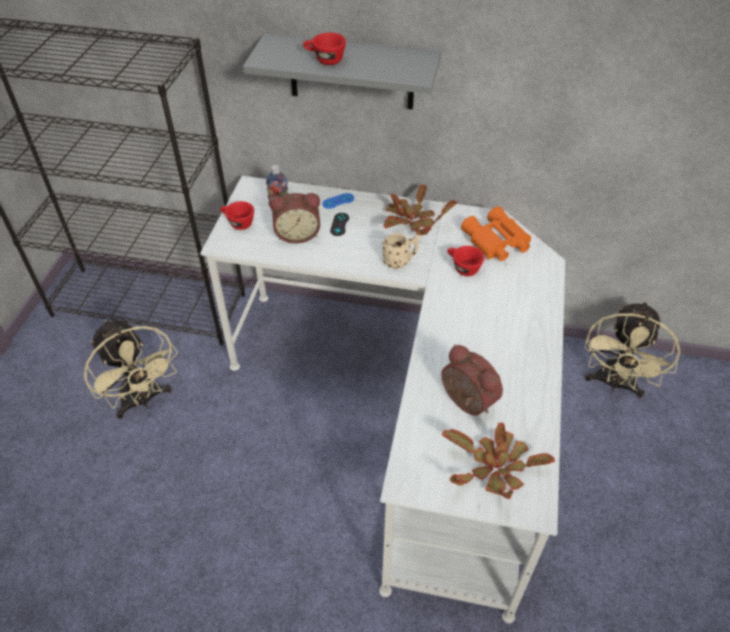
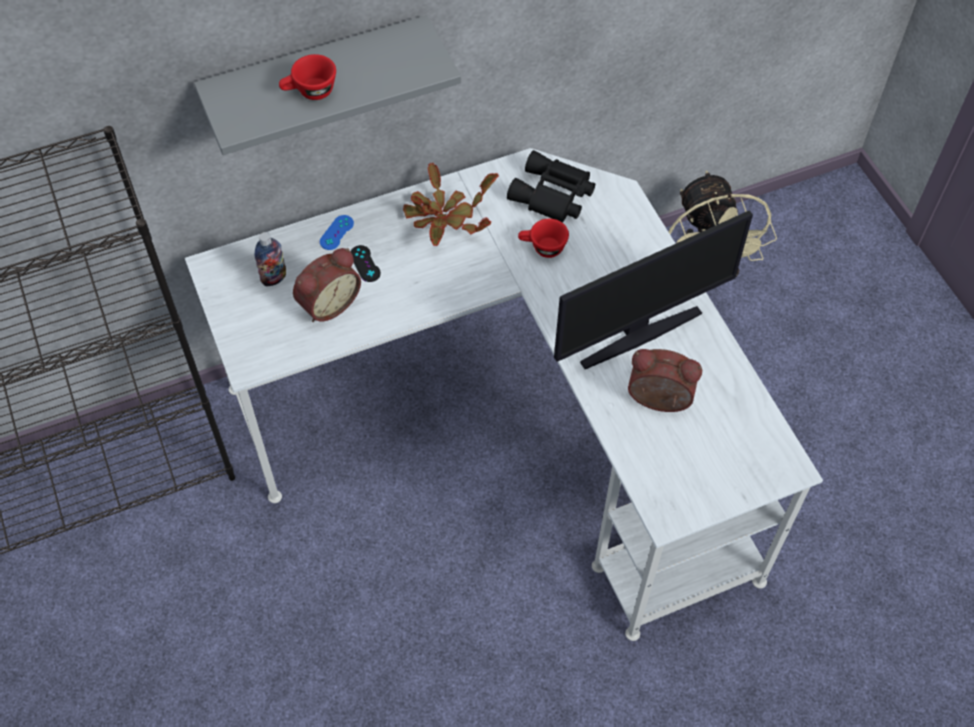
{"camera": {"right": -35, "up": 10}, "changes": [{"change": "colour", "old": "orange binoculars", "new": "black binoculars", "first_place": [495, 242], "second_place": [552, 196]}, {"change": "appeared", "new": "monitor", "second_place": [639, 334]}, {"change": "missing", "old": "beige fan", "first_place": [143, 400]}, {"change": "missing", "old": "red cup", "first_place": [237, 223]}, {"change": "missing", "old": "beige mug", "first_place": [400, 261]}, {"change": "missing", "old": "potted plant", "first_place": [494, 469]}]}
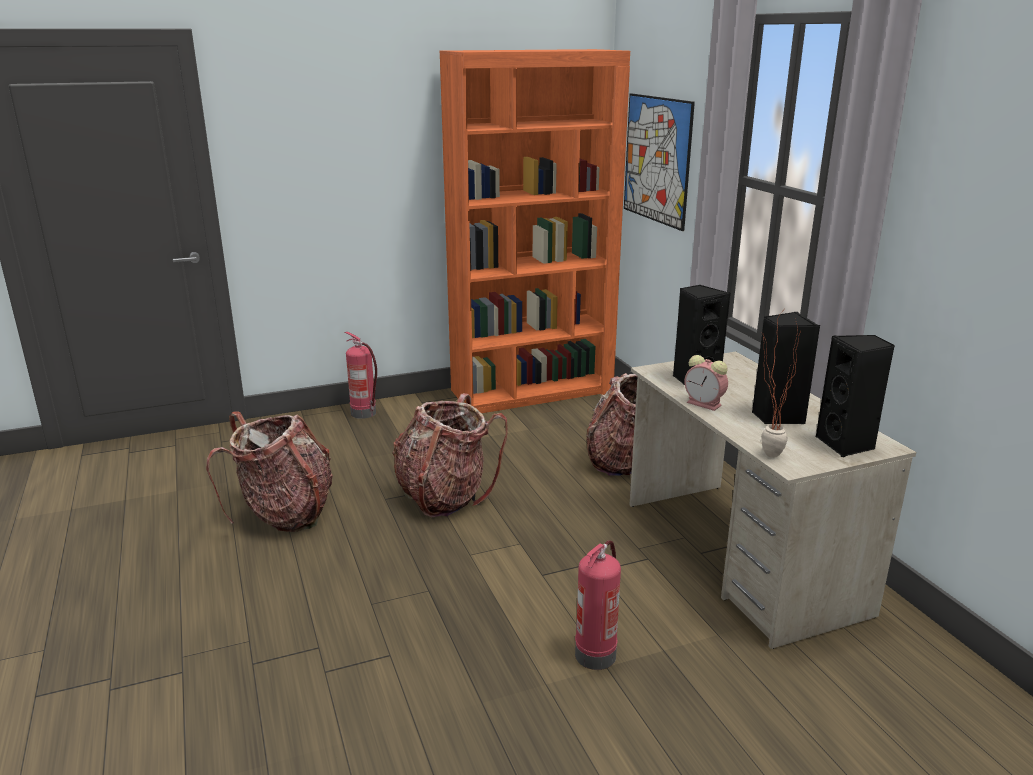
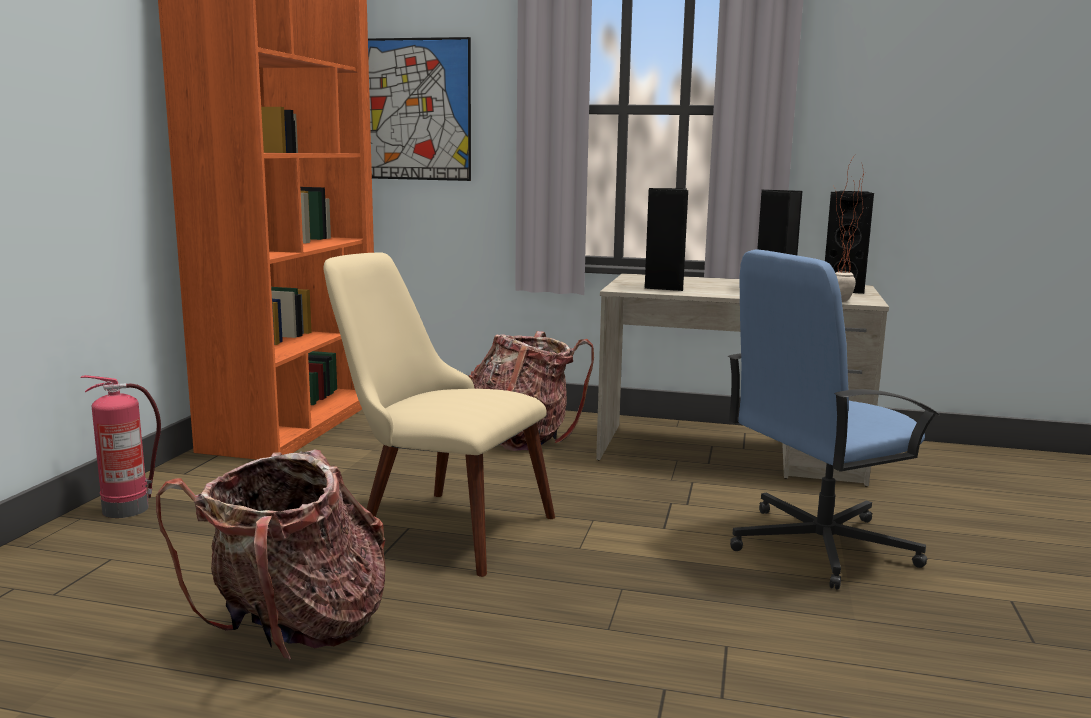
{"camera": {"right": -55, "up": -10}, "changes": [{"change": "exchanged", "old": "backpack", "new": "beige chair", "first_place": [445, 496], "second_place": [436, 525]}, {"change": "exchanged", "old": "fire extinguisher", "new": "blue office chair", "first_place": [595, 653], "second_place": [818, 546]}, {"change": "missing", "old": "alarm clock", "first_place": [705, 404]}]}
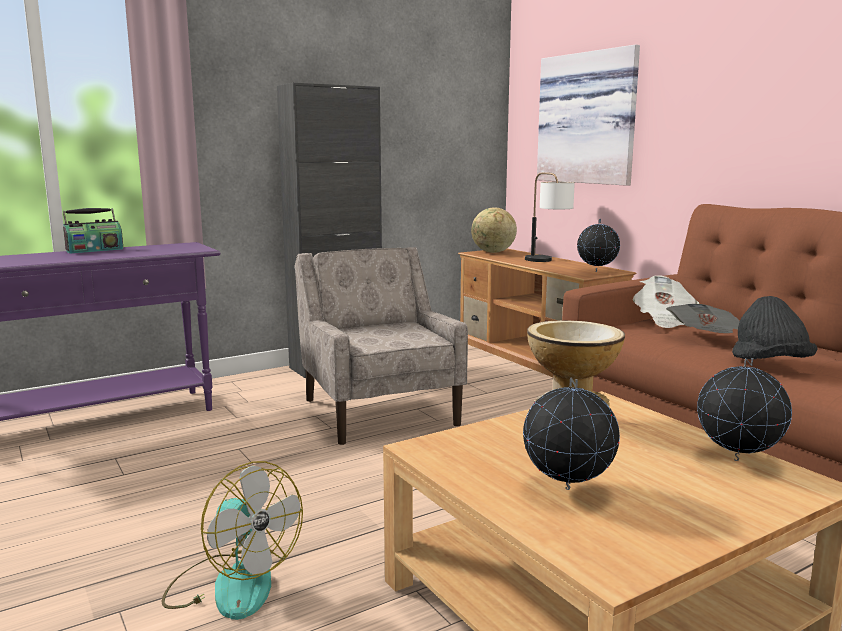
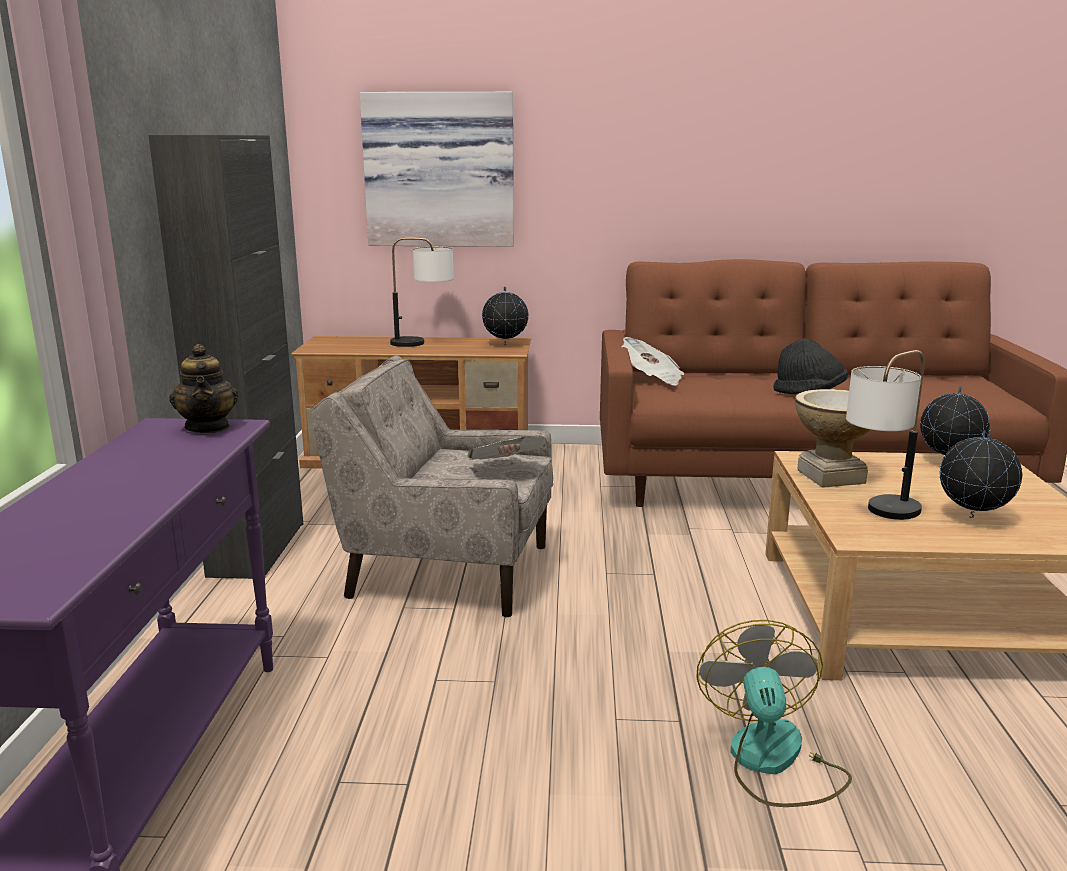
{"camera": {"right": -55, "up": 5}, "changes": [{"change": "appeared", "new": "teapot", "second_place": [208, 427]}, {"change": "relocated", "old": "newspaper", "first_place": [705, 339], "second_place": [506, 470]}, {"change": "spun", "old": "fan", "first_place": [232, 584], "second_place": [772, 762], "degrees": -75}, {"change": "appeared", "new": "table lamp", "second_place": [878, 515]}, {"change": "missing", "old": "radio", "first_place": [94, 250]}, {"change": "missing", "old": "globe", "first_place": [493, 252]}]}
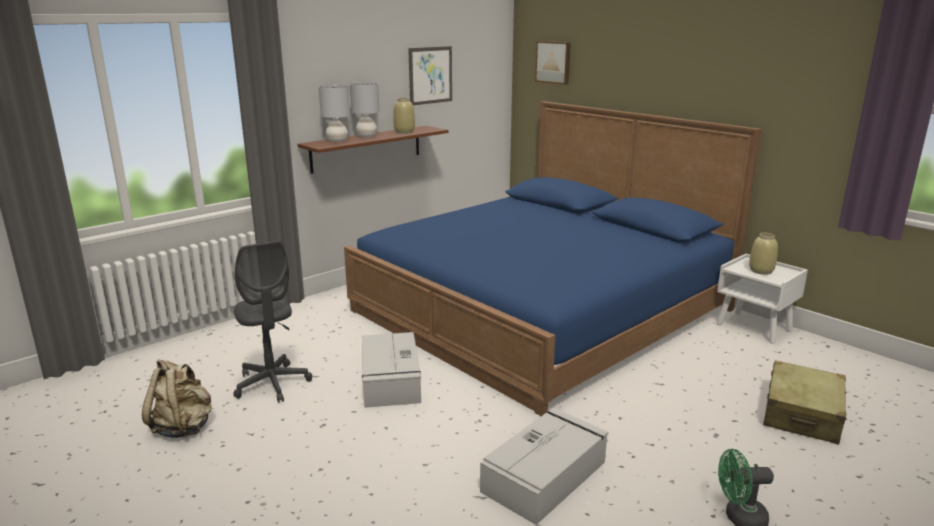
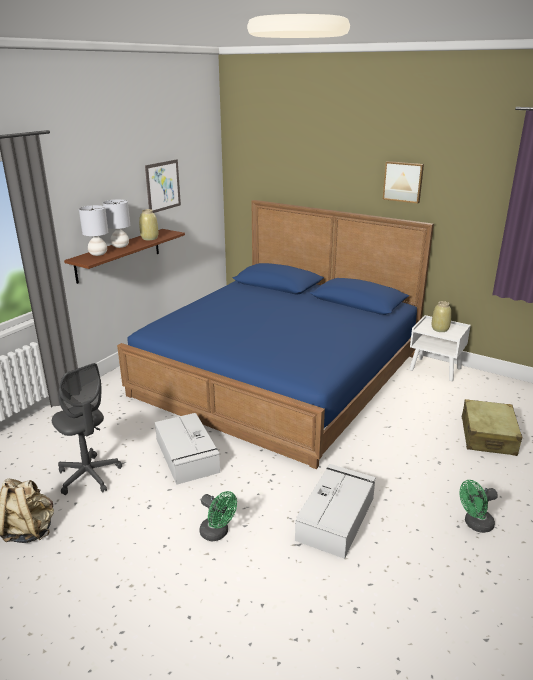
{"camera": {"right": -15, "up": 5}, "changes": [{"change": "appeared", "new": "green fan", "second_place": [218, 533]}, {"change": "relocated", "old": "picture", "first_place": [554, 62], "second_place": [403, 181]}]}
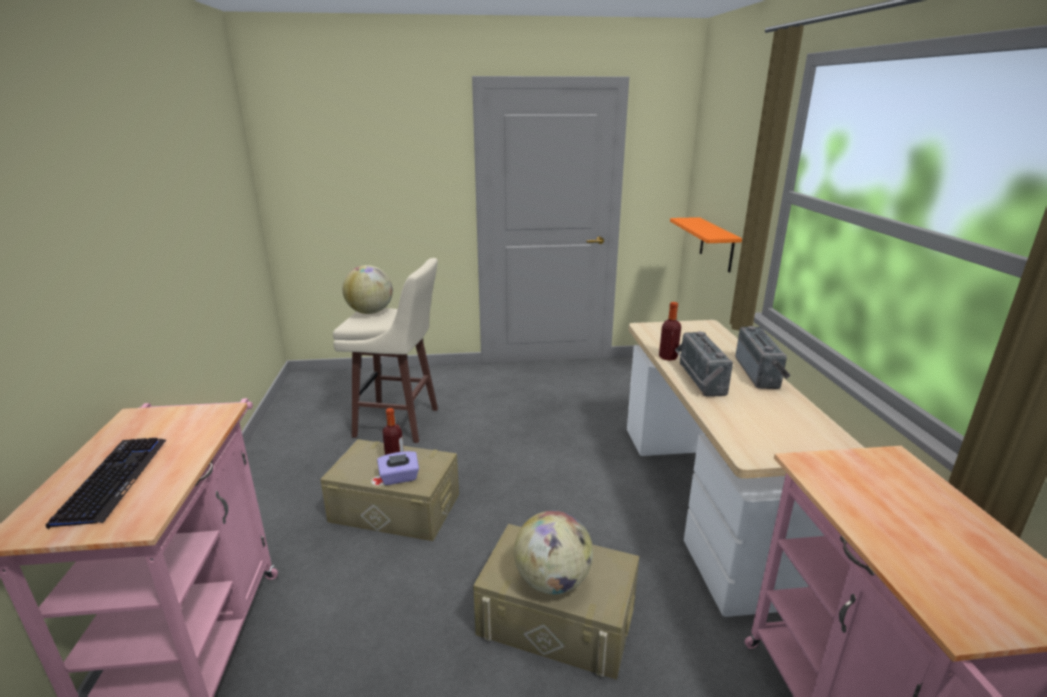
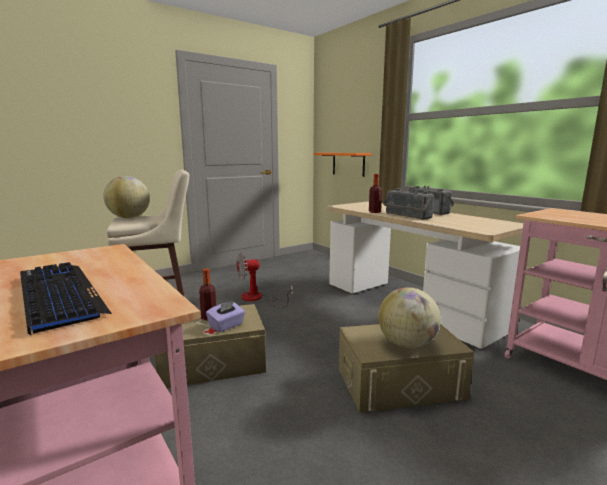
{"camera": {"right": -30, "up": -10}, "changes": [{"change": "appeared", "new": "fan", "second_place": [258, 299]}]}
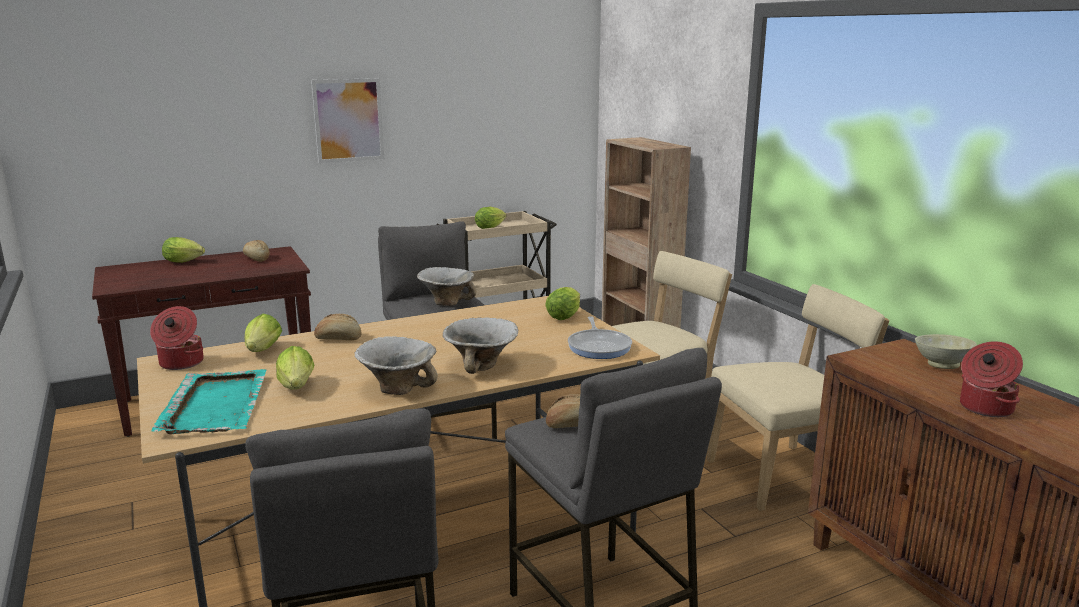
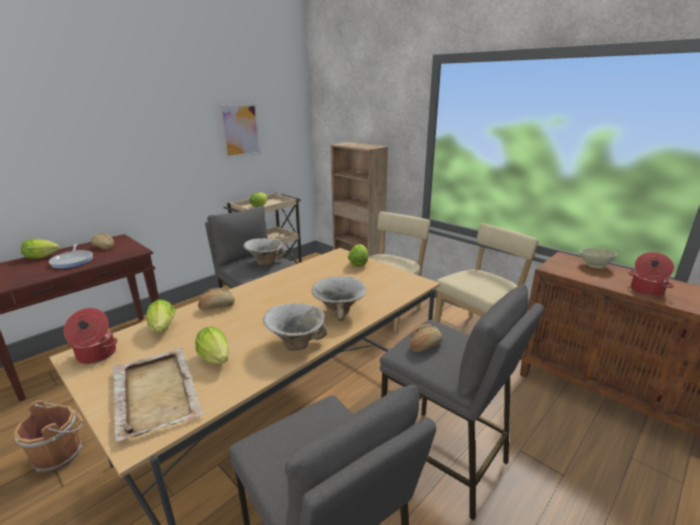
{"camera": {"right": -20, "up": 5}, "changes": [{"change": "appeared", "new": "brown bucket", "second_place": [60, 454]}, {"change": "relocated", "old": "frying pan", "first_place": [599, 347], "second_place": [73, 261]}, {"change": "colour", "old": "turquoise tray", "new": "beige tray", "first_place": [215, 404], "second_place": [156, 392]}, {"change": "relocated", "old": "picture", "first_place": [348, 120], "second_place": [240, 130]}]}
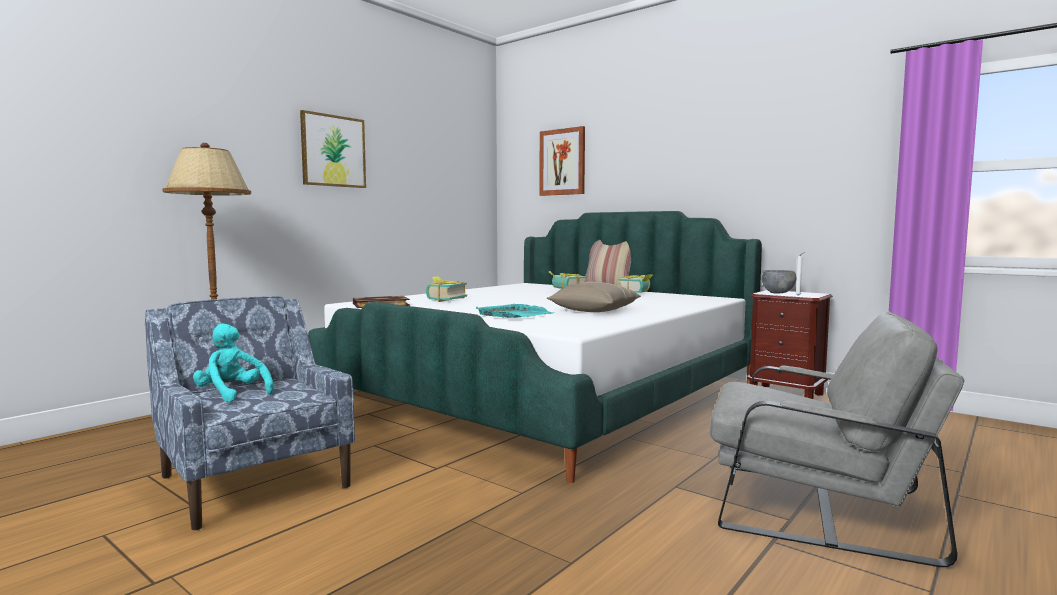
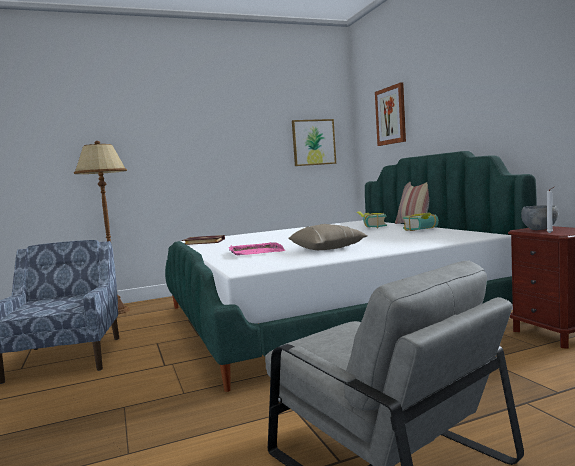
{"camera": {"right": 30, "up": 0}, "changes": [{"change": "colour", "old": "turquoise tray", "new": "pink tray", "first_place": [514, 315], "second_place": [256, 252]}, {"change": "relocated", "old": "picture", "first_place": [333, 151], "second_place": [313, 142]}, {"change": "missing", "old": "turquoise plush toy", "first_place": [232, 395]}, {"change": "missing", "old": "book", "first_place": [443, 299]}]}
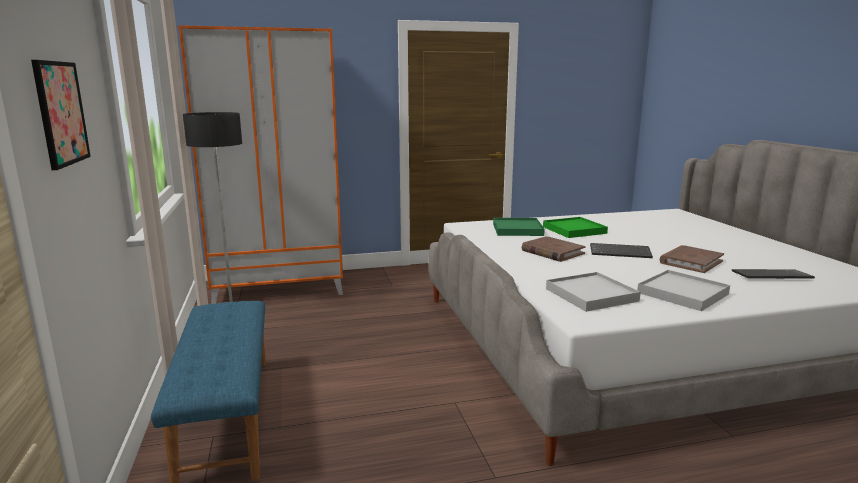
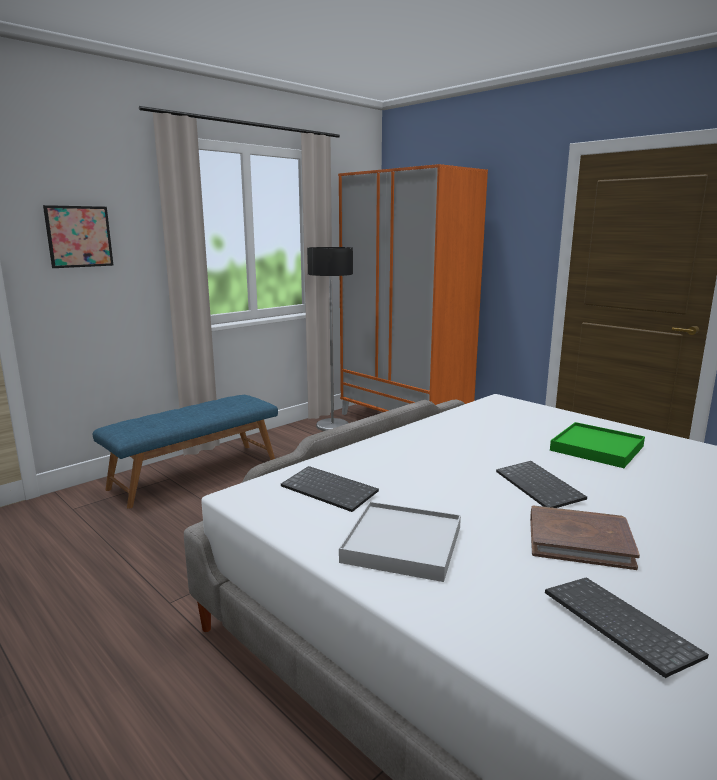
{"camera": {"right": 60, "up": 0}, "changes": [{"change": "exchanged", "old": "white tray", "new": "keyboard", "first_place": [591, 295], "second_place": [331, 490]}, {"change": "missing", "old": "green tray", "first_place": [517, 229]}, {"change": "missing", "old": "brown book", "first_place": [552, 252]}]}
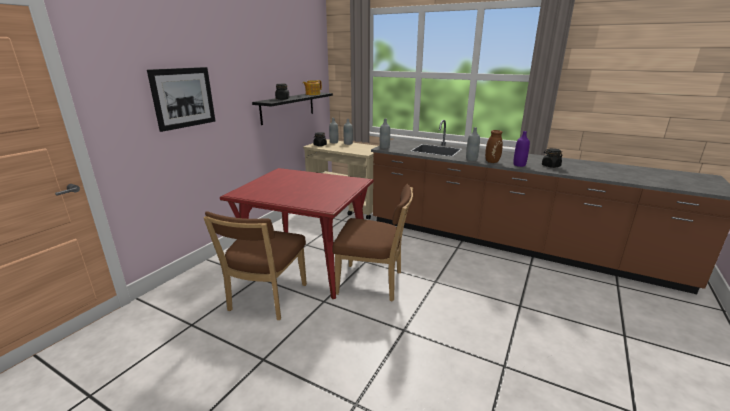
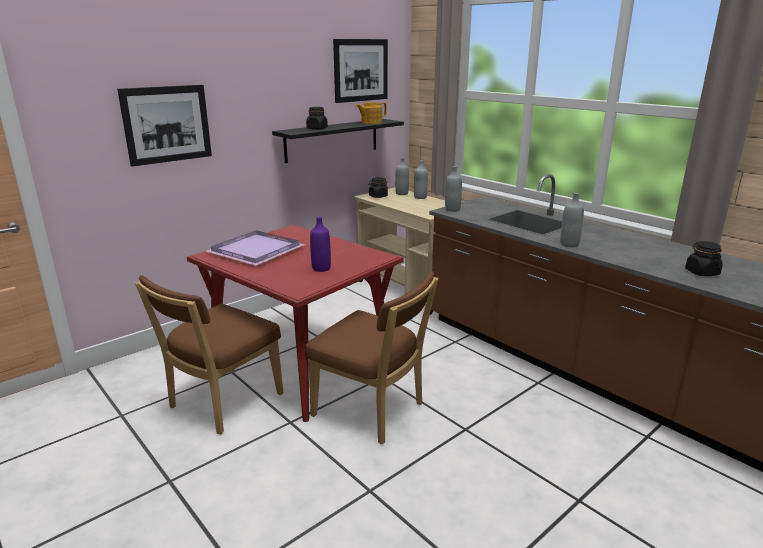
{"camera": {"right": 20, "up": 0}, "changes": [{"change": "appeared", "new": "purple tray", "second_place": [254, 251]}, {"change": "relocated", "old": "purple bottle", "first_place": [519, 165], "second_place": [321, 268]}, {"change": "appeared", "new": "picture", "second_place": [361, 70]}, {"change": "missing", "old": "brown vase", "first_place": [492, 162]}]}
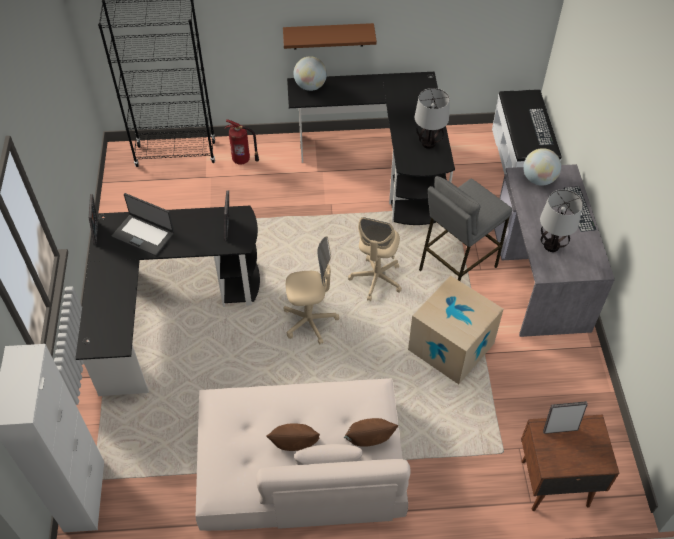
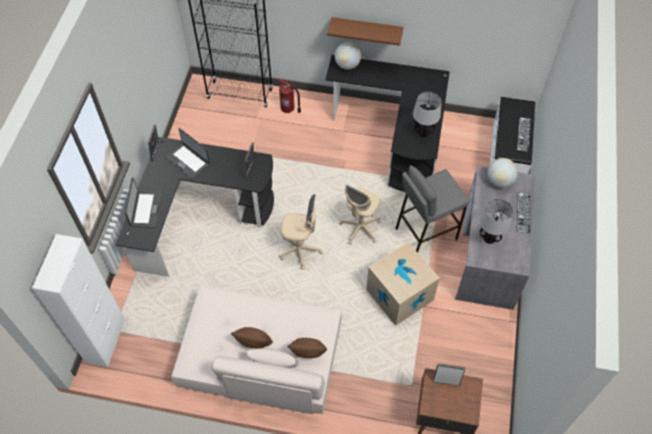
{"camera": {"right": 15, "up": 5}, "changes": [{"change": "appeared", "new": "laptop", "second_place": [146, 209]}]}
